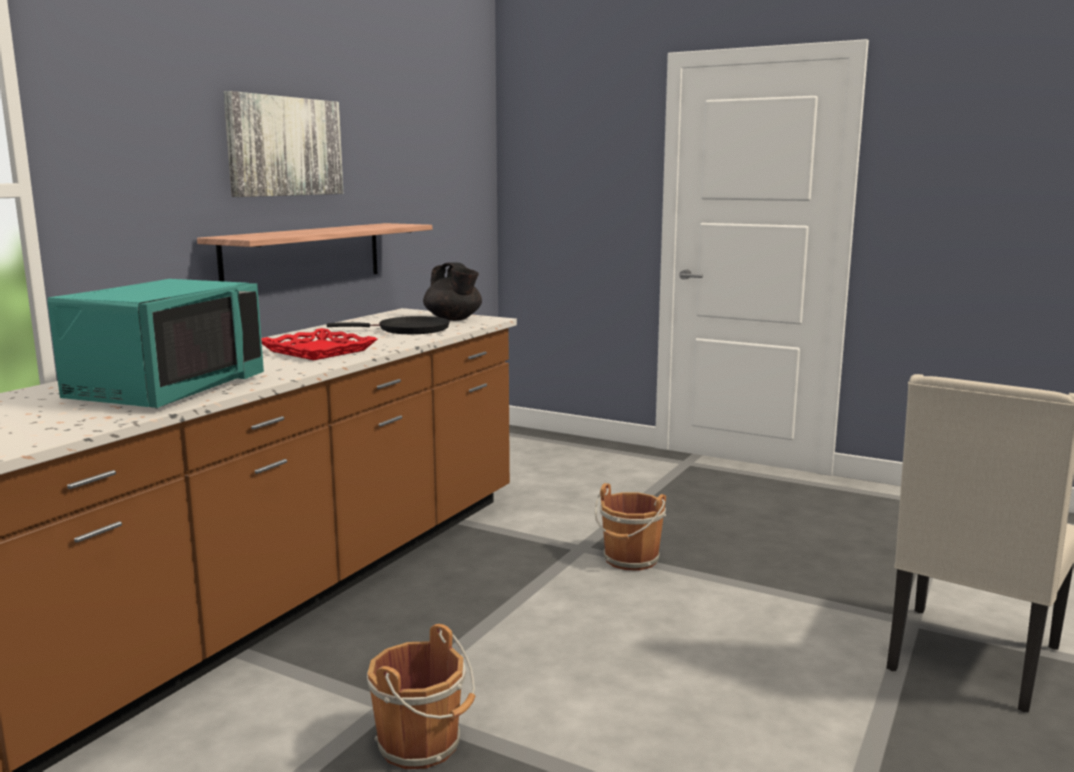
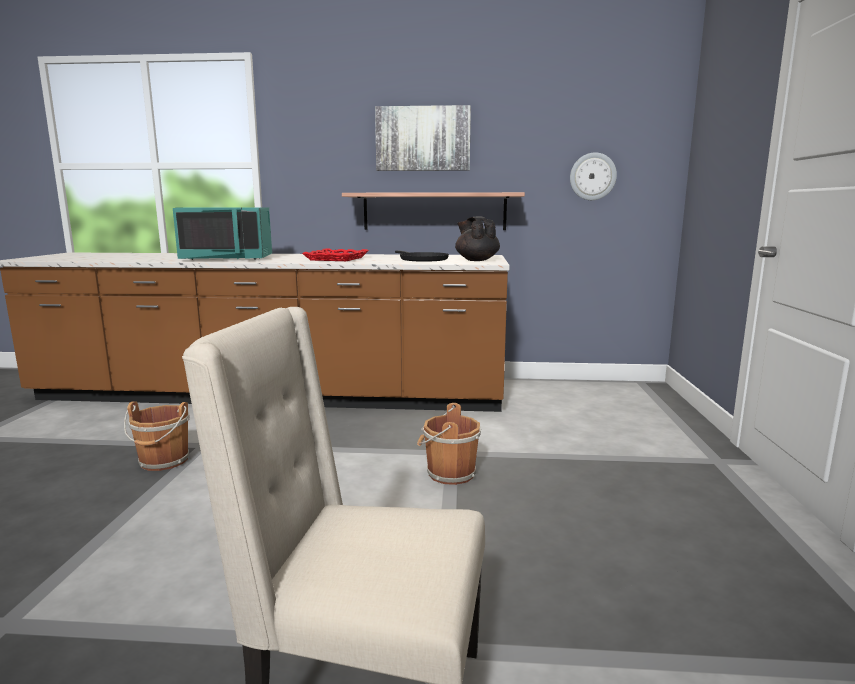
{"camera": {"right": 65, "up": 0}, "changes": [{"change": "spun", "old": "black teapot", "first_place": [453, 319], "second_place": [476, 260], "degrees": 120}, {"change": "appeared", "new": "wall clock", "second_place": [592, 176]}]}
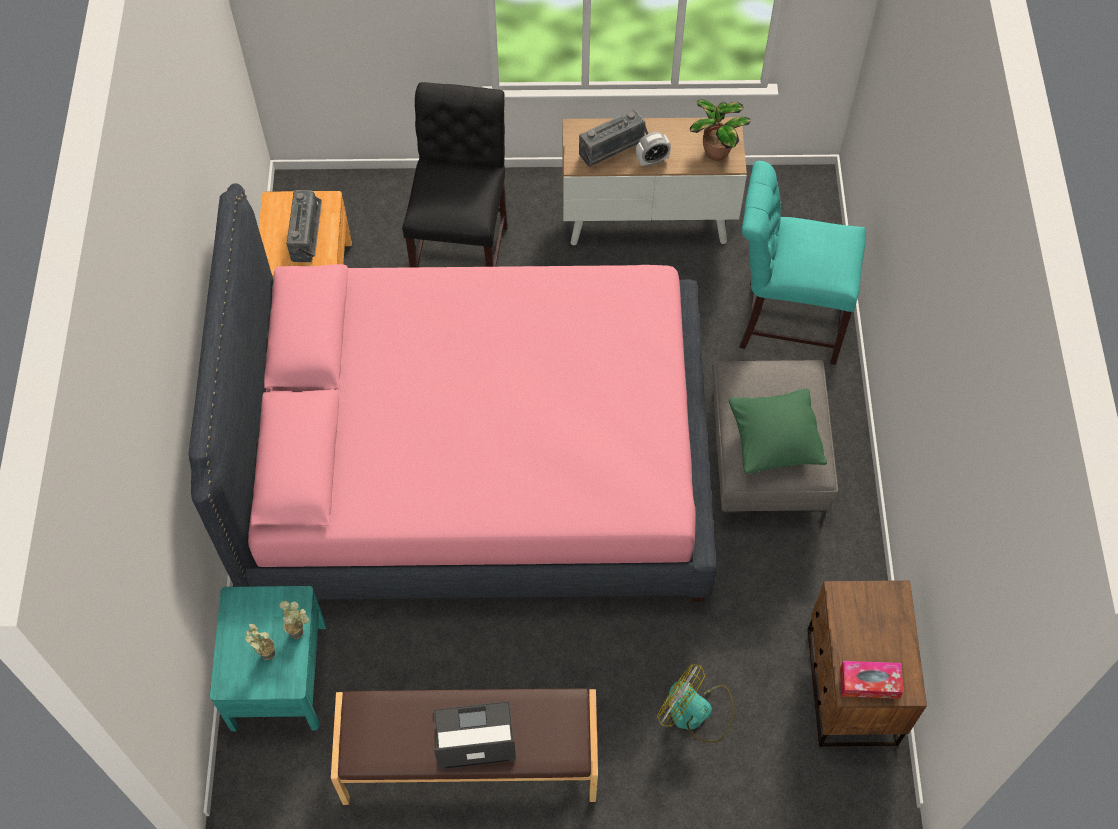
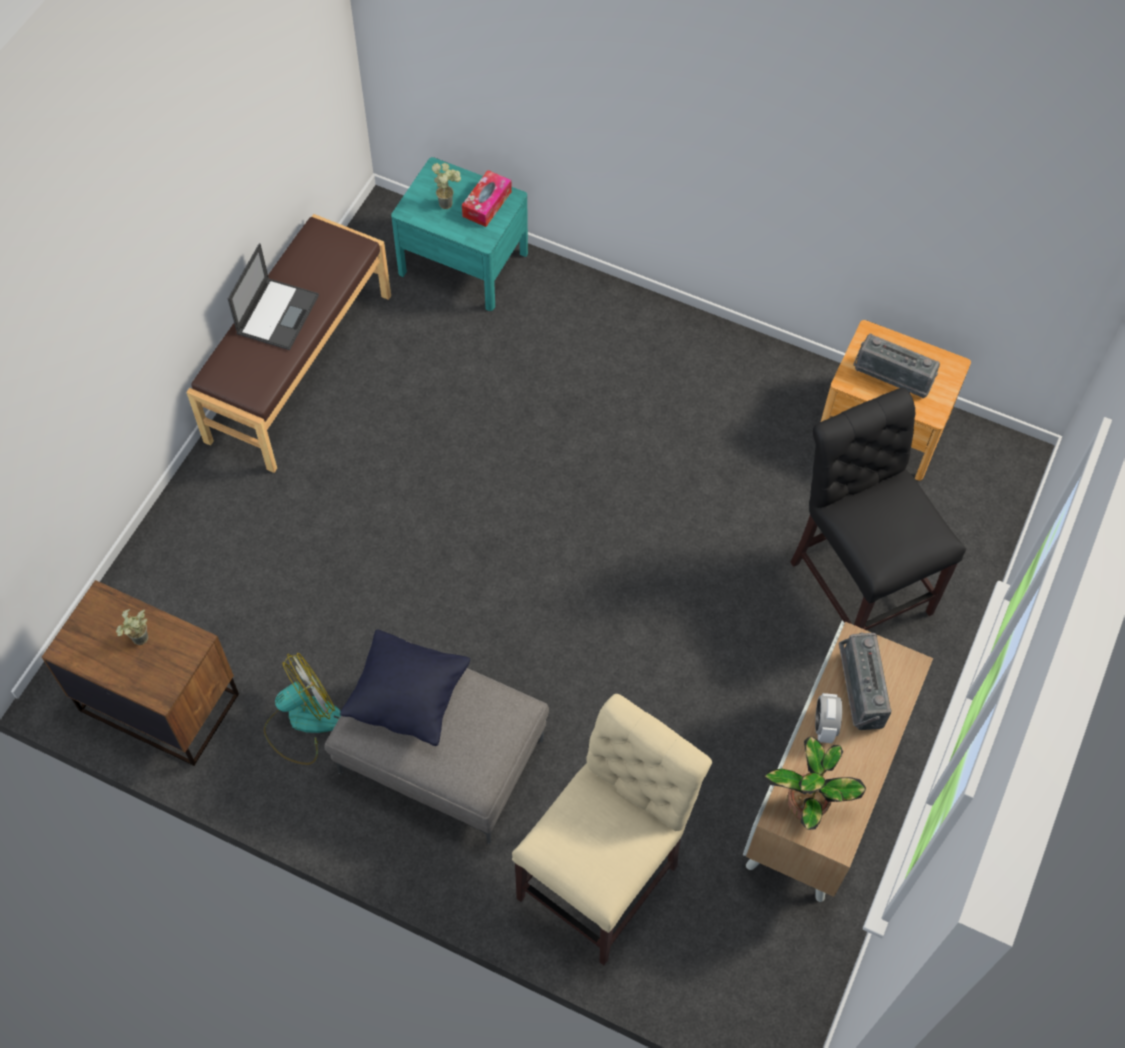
{"camera": {"right": 115, "up": 0}, "changes": [{"change": "relocated", "old": "potted plant", "first_place": [300, 631], "second_place": [140, 643]}, {"change": "relocated", "old": "fan", "first_place": [696, 713], "second_place": [303, 722]}, {"change": "colour", "old": "green pillow", "new": "black pillow", "first_place": [774, 442], "second_place": [408, 698]}, {"change": "relocated", "old": "tissue box", "first_place": [869, 683], "second_place": [487, 204]}, {"change": "colour", "old": "turquoise chair", "new": "beige chair", "first_place": [784, 320], "second_place": [605, 875]}, {"change": "spun", "old": "black chair", "first_place": [463, 253], "second_place": [857, 580], "degrees": -150}, {"change": "missing", "old": "pink bed", "first_place": [476, 462]}]}
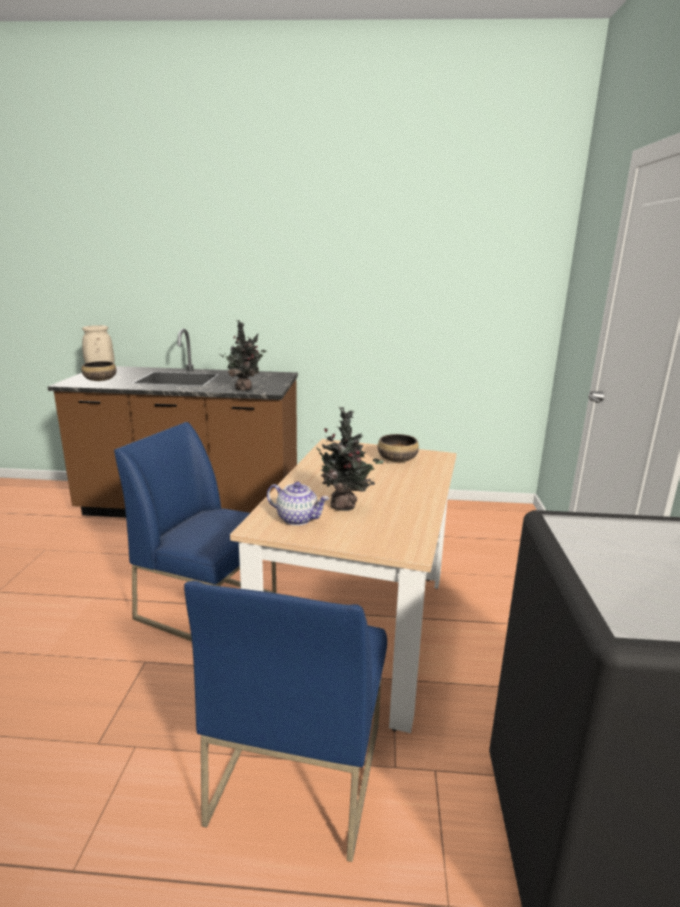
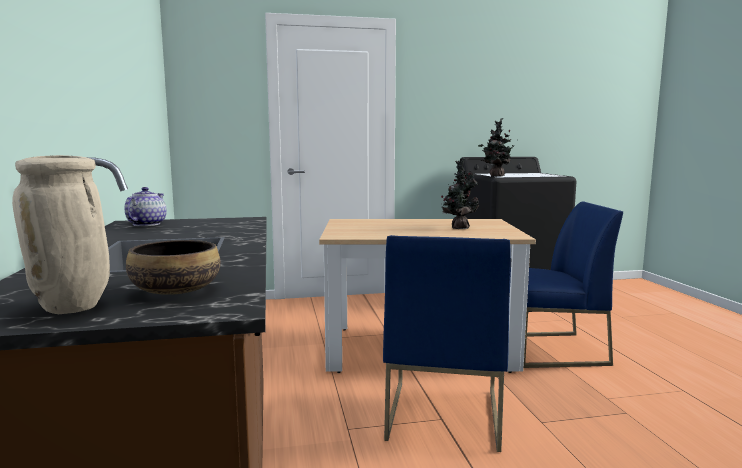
{"camera": {"right": -105, "up": -10}, "changes": [{"change": "relocated", "old": "teapot", "first_place": [298, 519], "second_place": [146, 224]}, {"change": "relocated", "old": "potted plant", "first_place": [244, 389], "second_place": [495, 176]}, {"change": "missing", "old": "bowl", "first_place": [397, 459]}]}
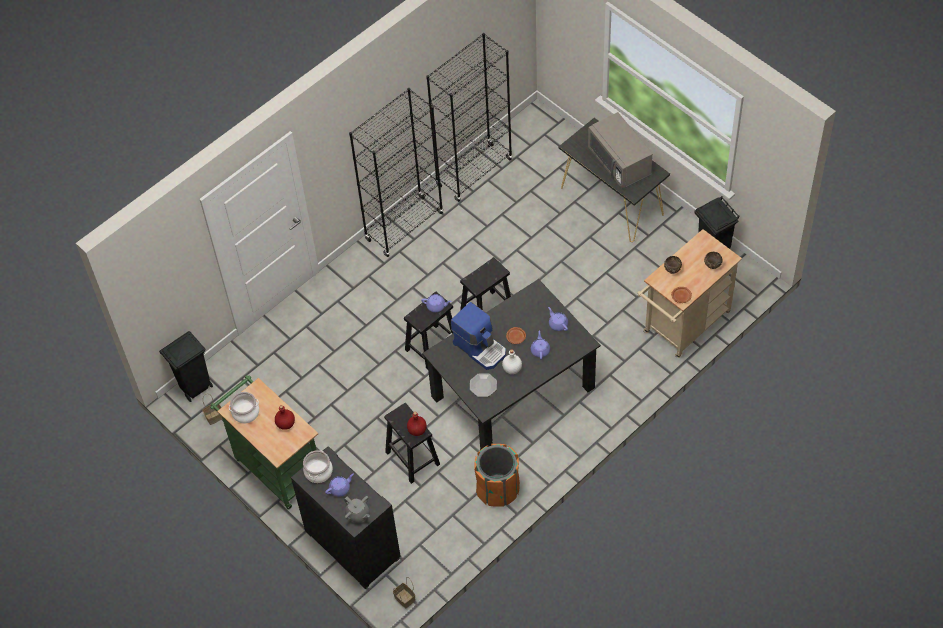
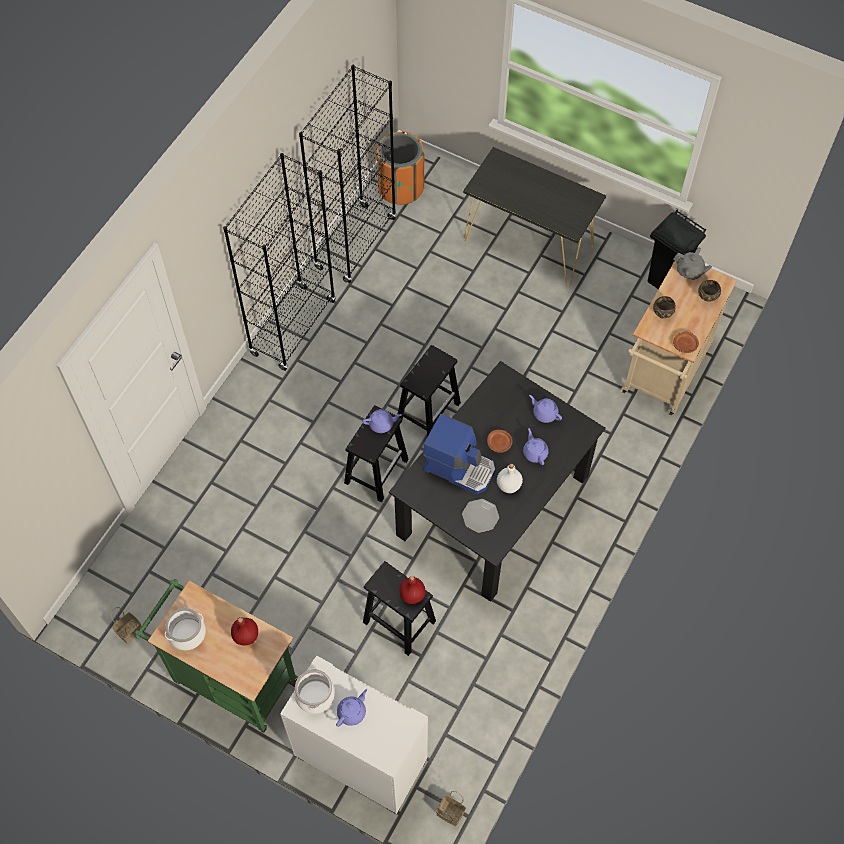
{"camera": {"right": -20, "up": 5}, "changes": [{"change": "colour", "old": "black cabinet", "new": "white cabinet", "first_place": [351, 544], "second_place": [359, 758]}, {"change": "relocated", "old": "orange trash can", "first_place": [498, 489], "second_place": [401, 188]}, {"change": "relocated", "old": "grey teapot", "first_place": [358, 514], "second_place": [689, 271]}, {"change": "missing", "old": "black trash can", "first_place": [195, 388]}, {"change": "missing", "old": "grey microwave", "first_place": [619, 162]}]}
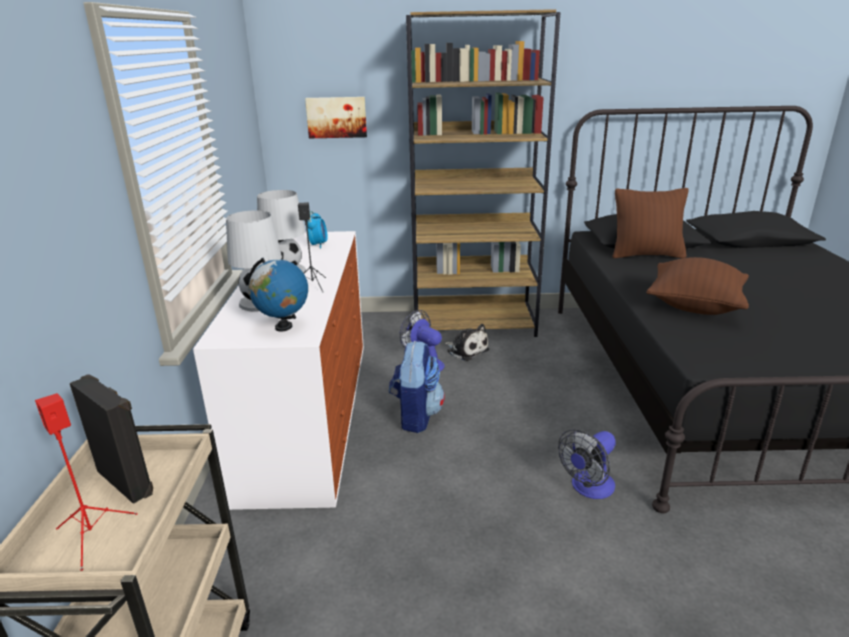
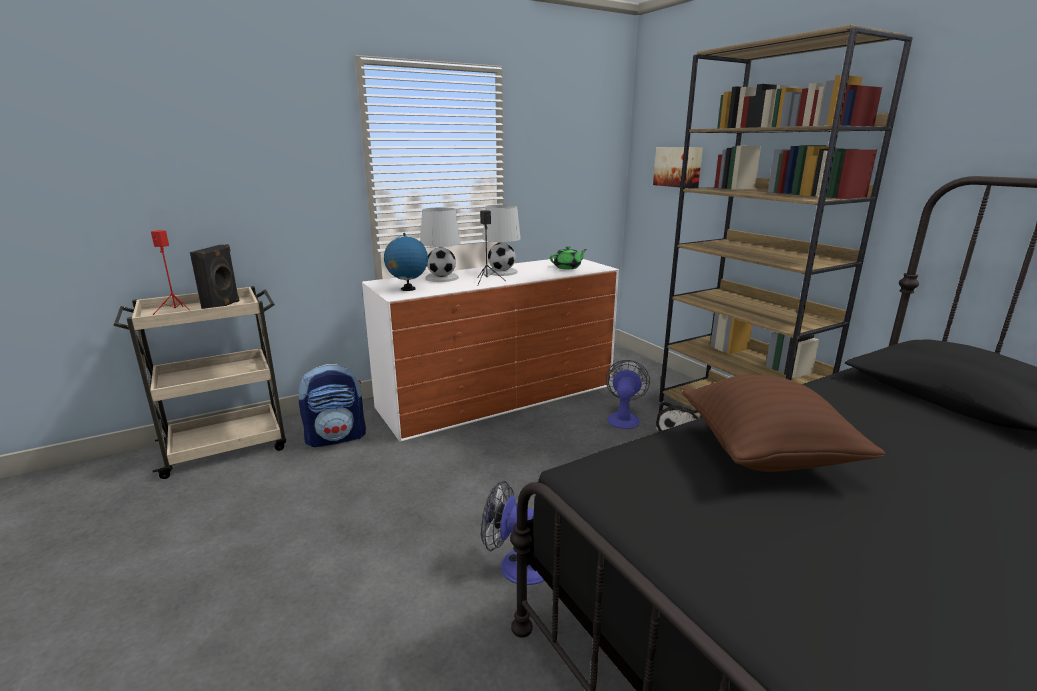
{"camera": {"right": 60, "up": -5}, "changes": [{"change": "relocated", "old": "backpack", "first_place": [416, 416], "second_place": [336, 437]}, {"change": "exchanged", "old": "alarm clock", "new": "green teapot", "first_place": [318, 245], "second_place": [568, 267]}, {"change": "missing", "old": "brown pillow", "first_place": [646, 255]}]}
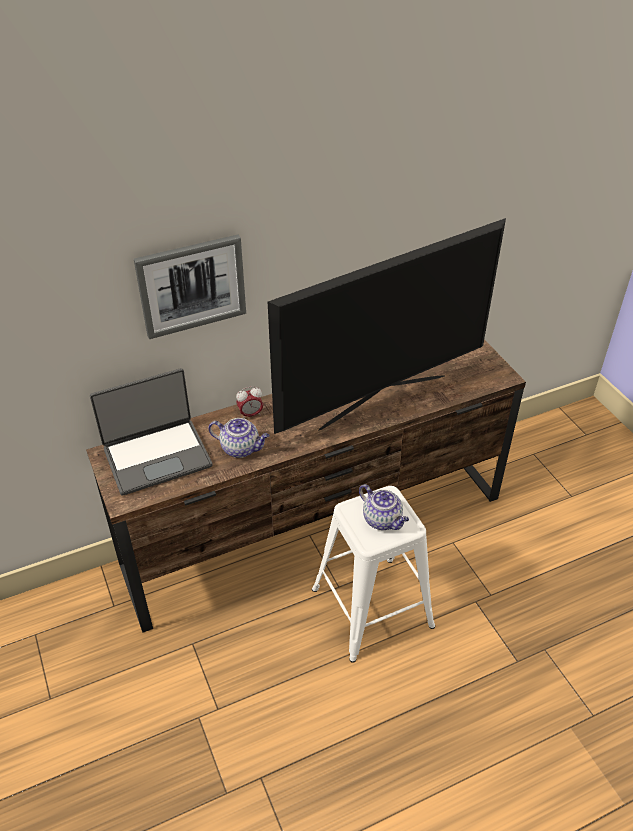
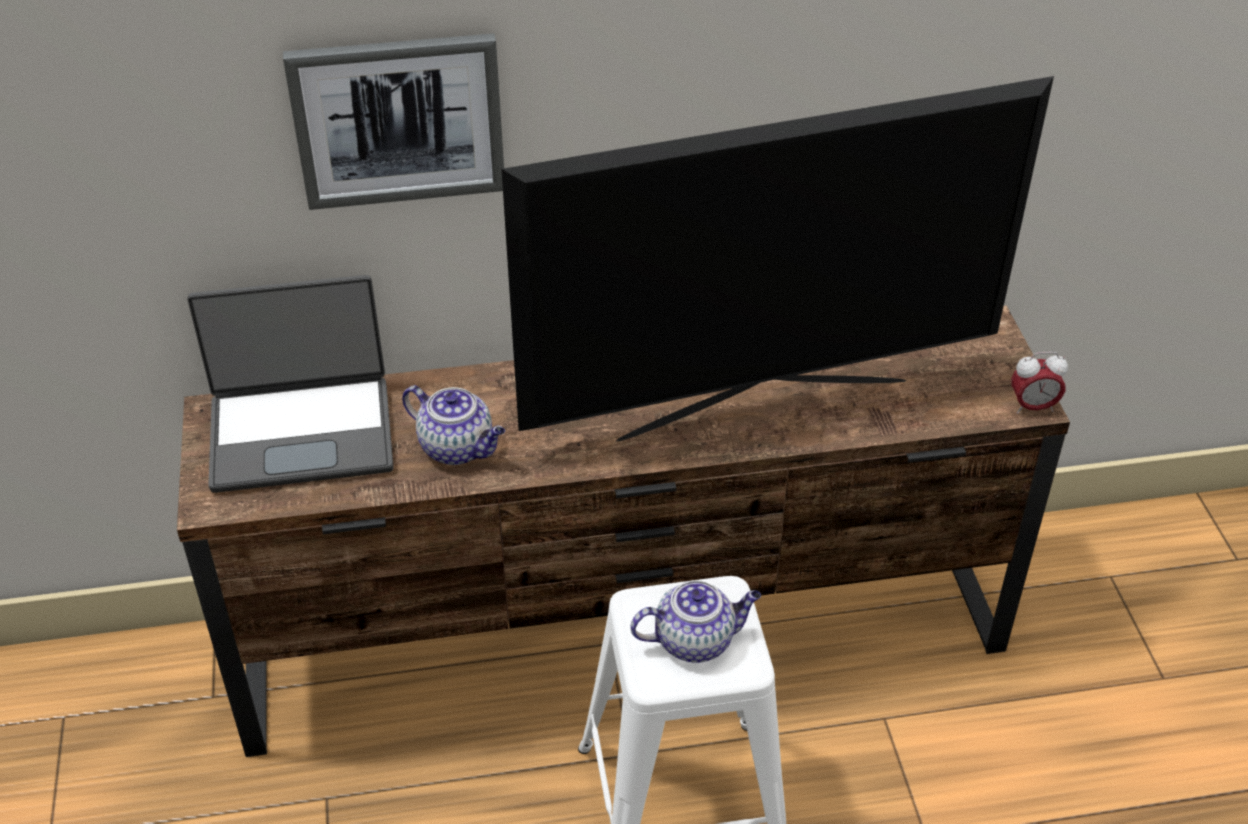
{"camera": {"right": 15, "up": 0}, "changes": [{"change": "spun", "old": "teapot", "first_place": [383, 520], "second_place": [695, 640], "degrees": -75}, {"change": "relocated", "old": "alarm clock", "first_place": [250, 414], "second_place": [1032, 407]}]}
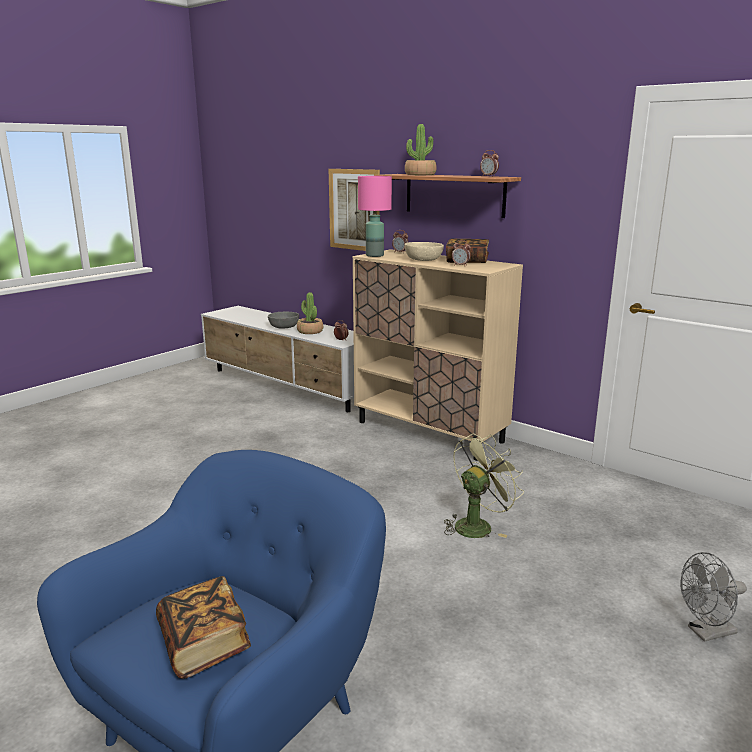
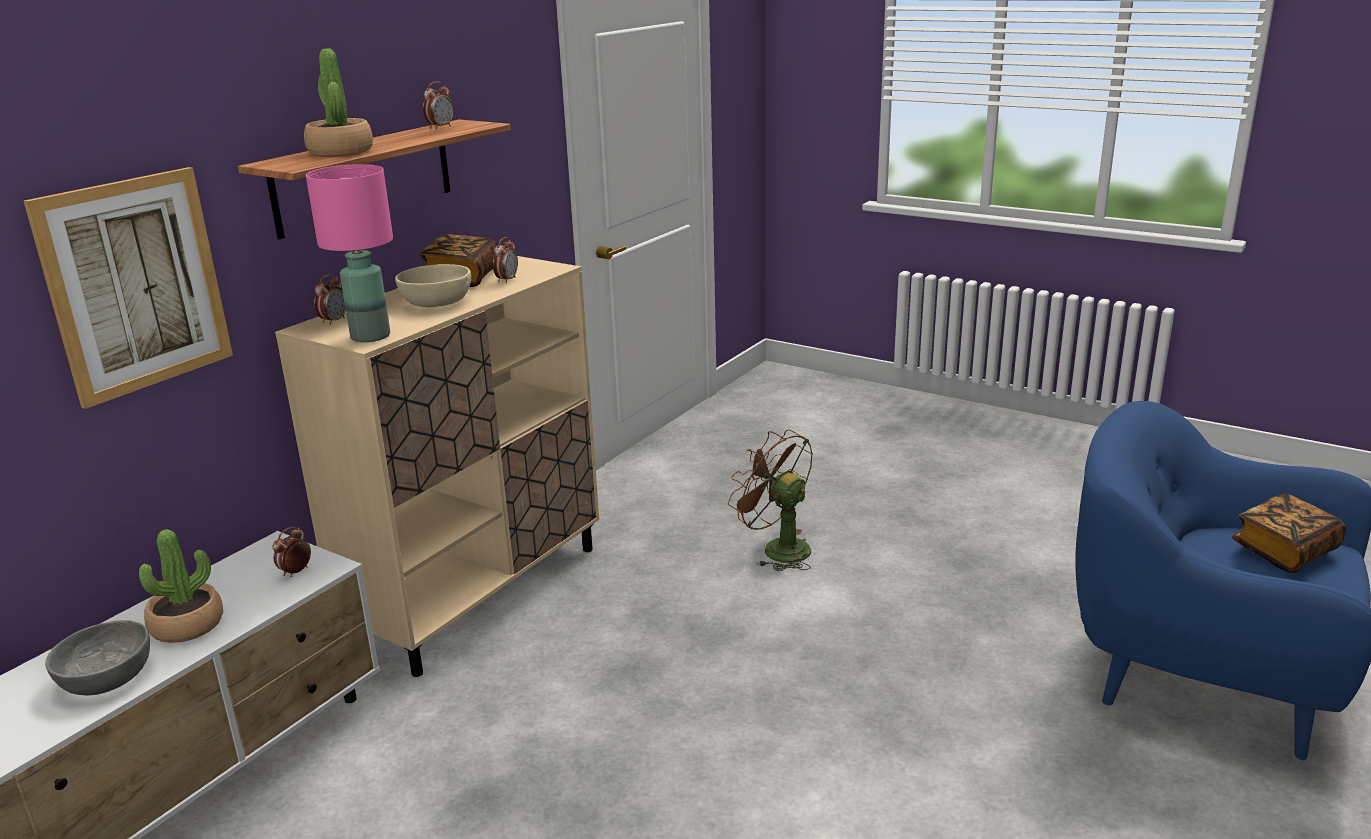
{"camera": {"right": -95, "up": 5}, "changes": [{"change": "colour", "old": "green fan", "new": "brown fan", "first_place": [477, 525], "second_place": [777, 548]}, {"change": "missing", "old": "grey fan", "first_place": [706, 632]}]}
